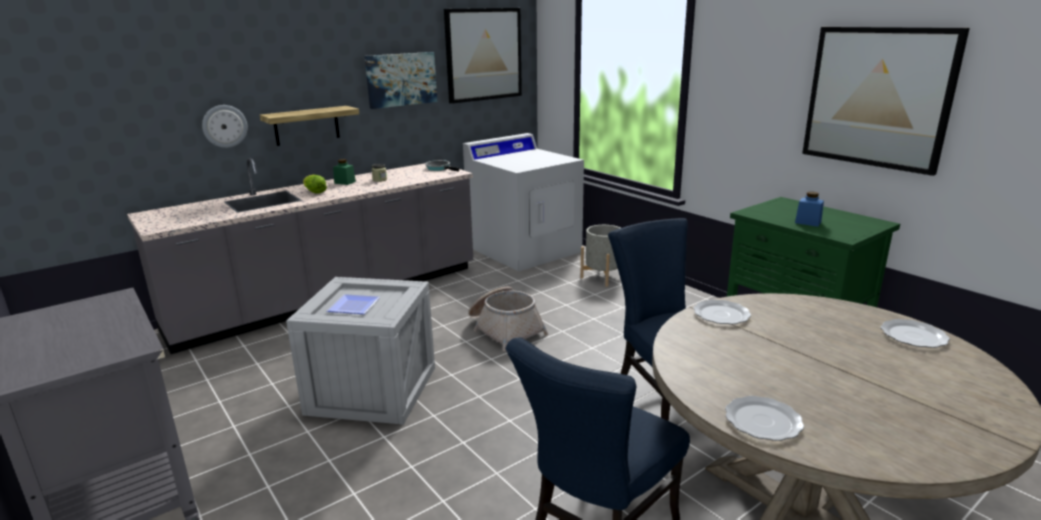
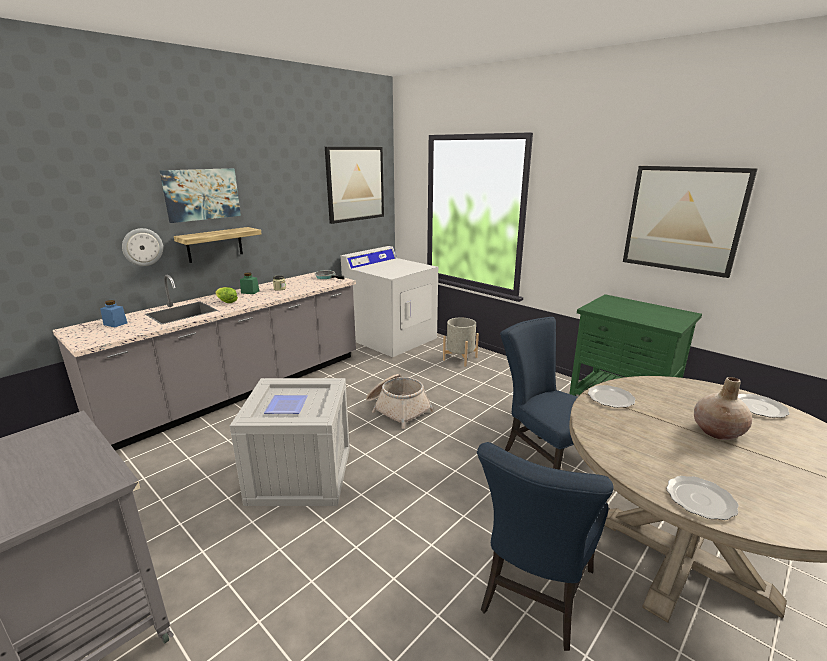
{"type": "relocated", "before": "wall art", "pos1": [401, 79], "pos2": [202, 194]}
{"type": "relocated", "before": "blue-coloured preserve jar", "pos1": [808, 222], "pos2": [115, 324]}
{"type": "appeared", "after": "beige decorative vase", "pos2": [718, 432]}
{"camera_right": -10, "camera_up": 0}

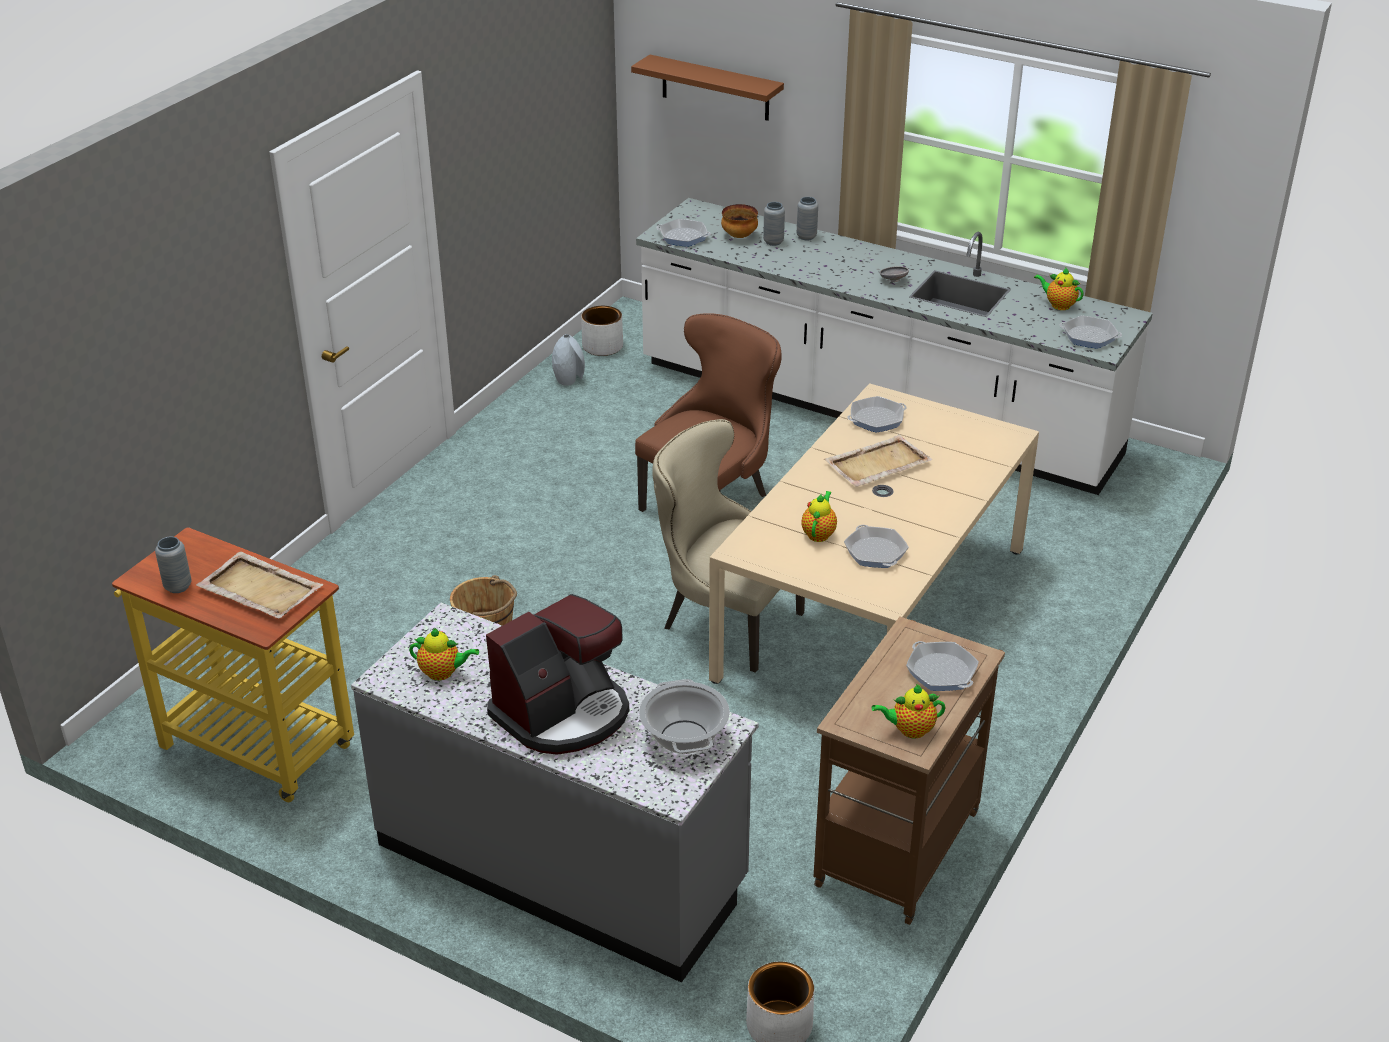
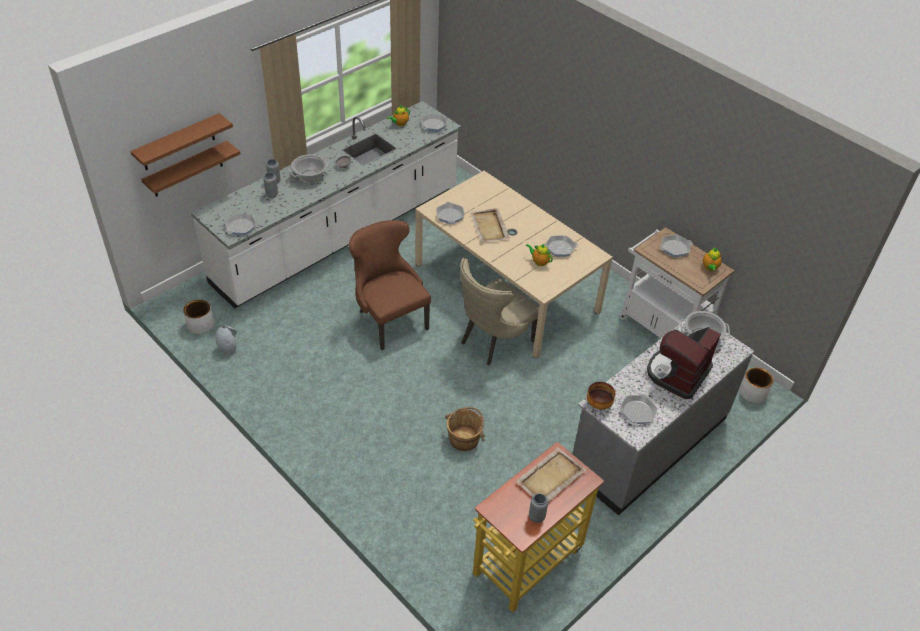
{"type": "relocated", "before": "deep dish", "pos1": [739, 236], "pos2": [598, 404]}
{"type": "spun", "before": "coffee maker", "pos1": [563, 713], "pos2": [677, 373], "turn": -120}
{"type": "colour", "before": "brown-coloured trolley", "after": "white-coloured trolley", "pos1": [900, 845], "pos2": [660, 327]}
{"type": "exchanged", "before": "teapot", "after": "pan", "pos1": [443, 673], "pos2": [637, 412]}
{"type": "appeared", "after": "brown-coloured shelf", "pos2": [187, 170]}
{"type": "appeared", "after": "stockpot", "pos2": [310, 176]}
{"camera_right": -75, "camera_up": 10}

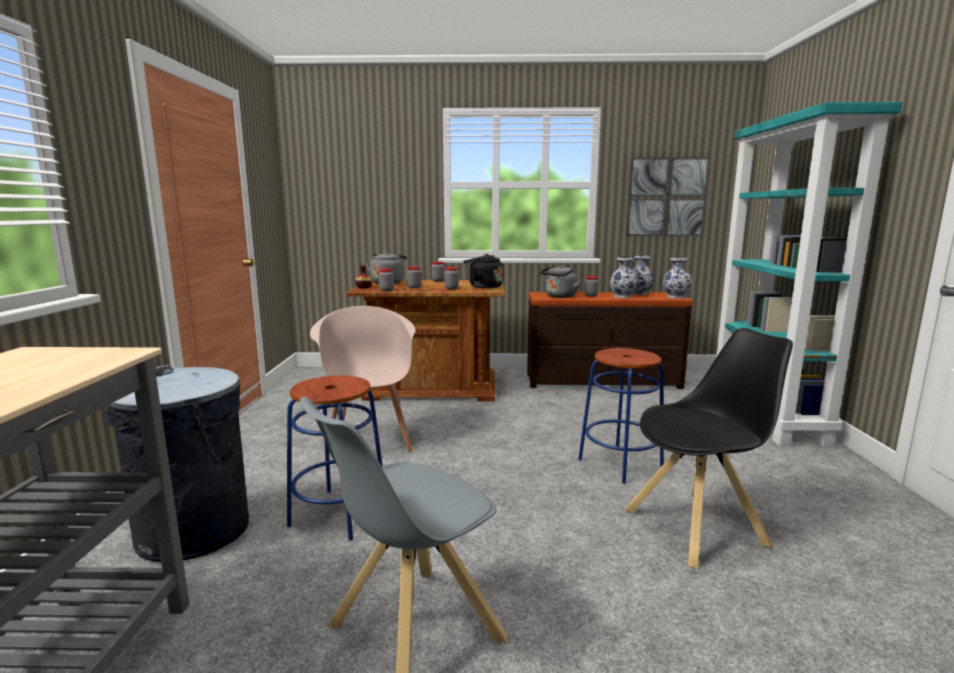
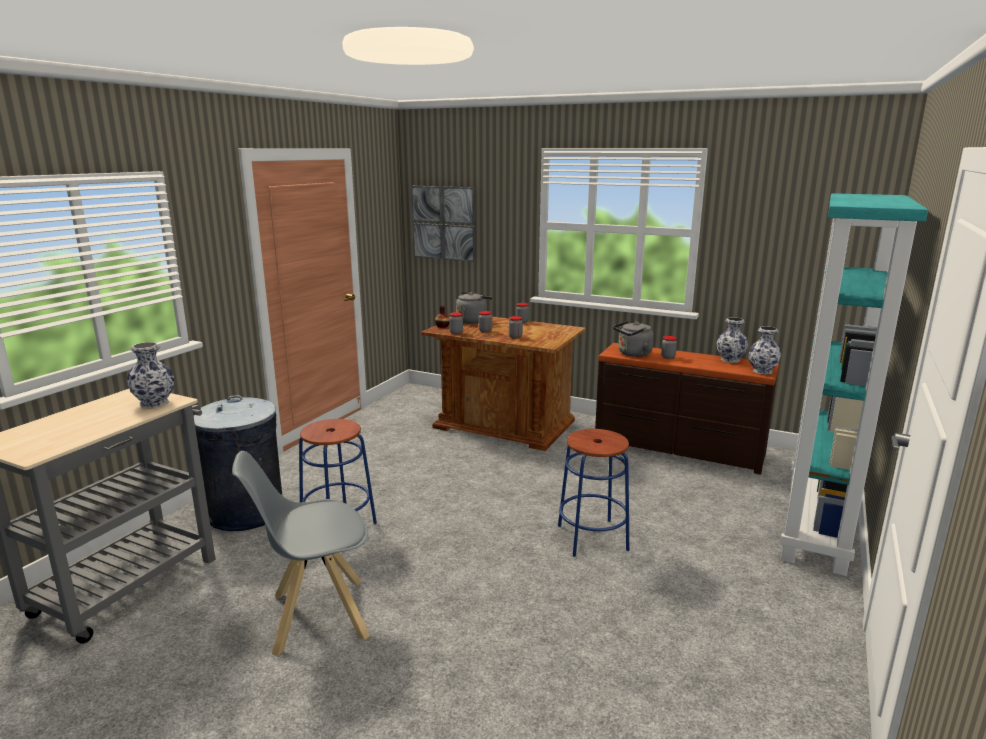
{"type": "relocated", "before": "wall art", "pos1": [666, 197], "pos2": [444, 223]}
{"type": "missing", "before": "black-coloured tea kettle", "pos1": [483, 287]}
{"type": "relocated", "before": "decorative vase", "pos1": [623, 296], "pos2": [155, 403]}
{"type": "missing", "before": "beige plain chair", "pos1": [369, 440]}
{"type": "missing", "before": "black-coloured plain chair", "pos1": [698, 526]}
{"camera_right": 25, "camera_up": 5}

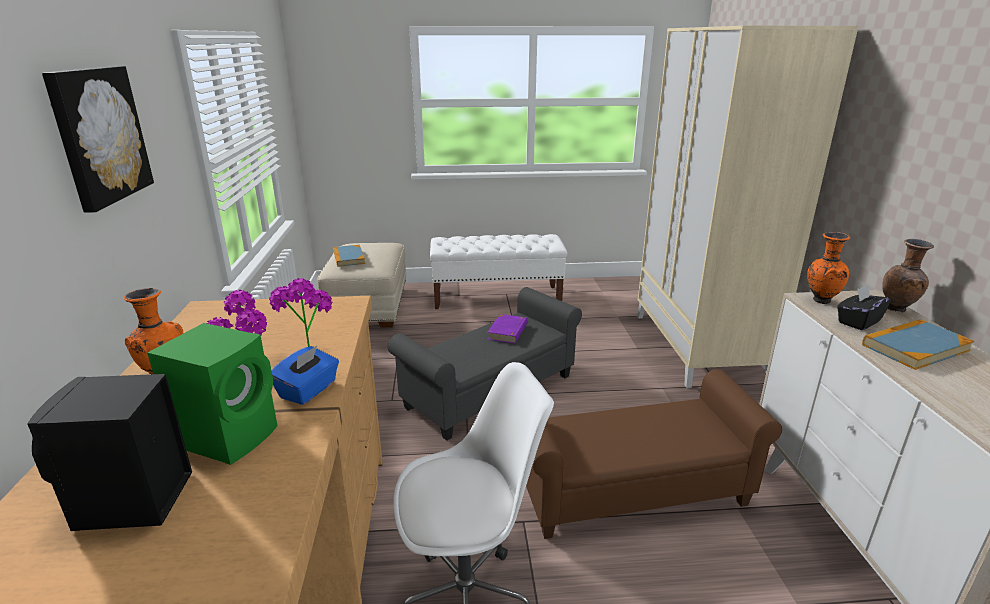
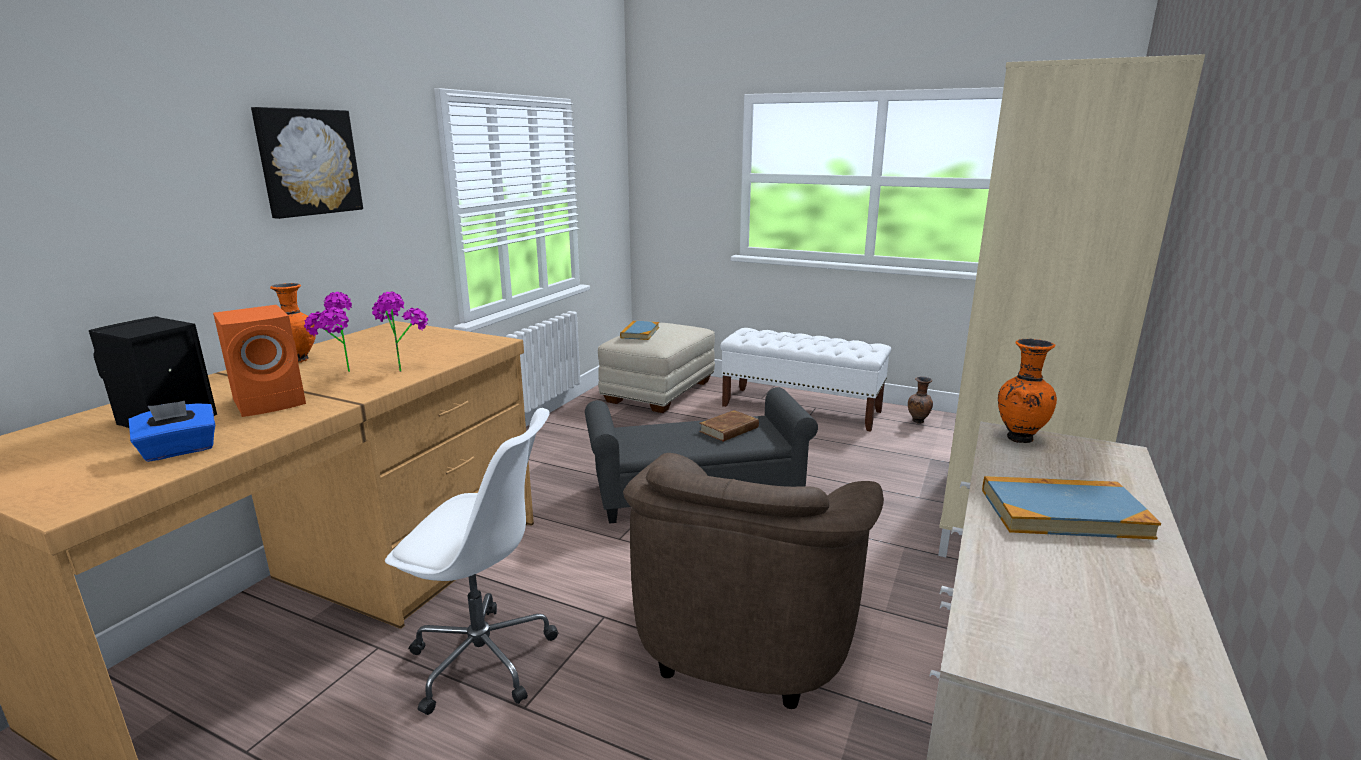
{"type": "relocated", "before": "brown-coloured decorative vase", "pos1": [897, 310], "pos2": [918, 422]}
{"type": "missing", "before": "black-coloured box of tissues", "pos1": [858, 321]}
{"type": "colour", "before": "purplish volume", "after": "brown-coloured volume", "pos1": [508, 331], "pos2": [729, 429]}
{"type": "colour", "before": "green-coloured audio speaker", "after": "orange audio speaker", "pos1": [231, 435], "pos2": [272, 401]}
{"type": "relocated", "before": "blue-coloured box of tissues", "pos1": [308, 390], "pos2": [180, 450]}
{"type": "exchanged", "before": "brown-coloured ottoman", "after": "brown-coloured armchair", "pos1": [631, 490], "pos2": [746, 632]}
{"camera_right": 30, "camera_up": -5}

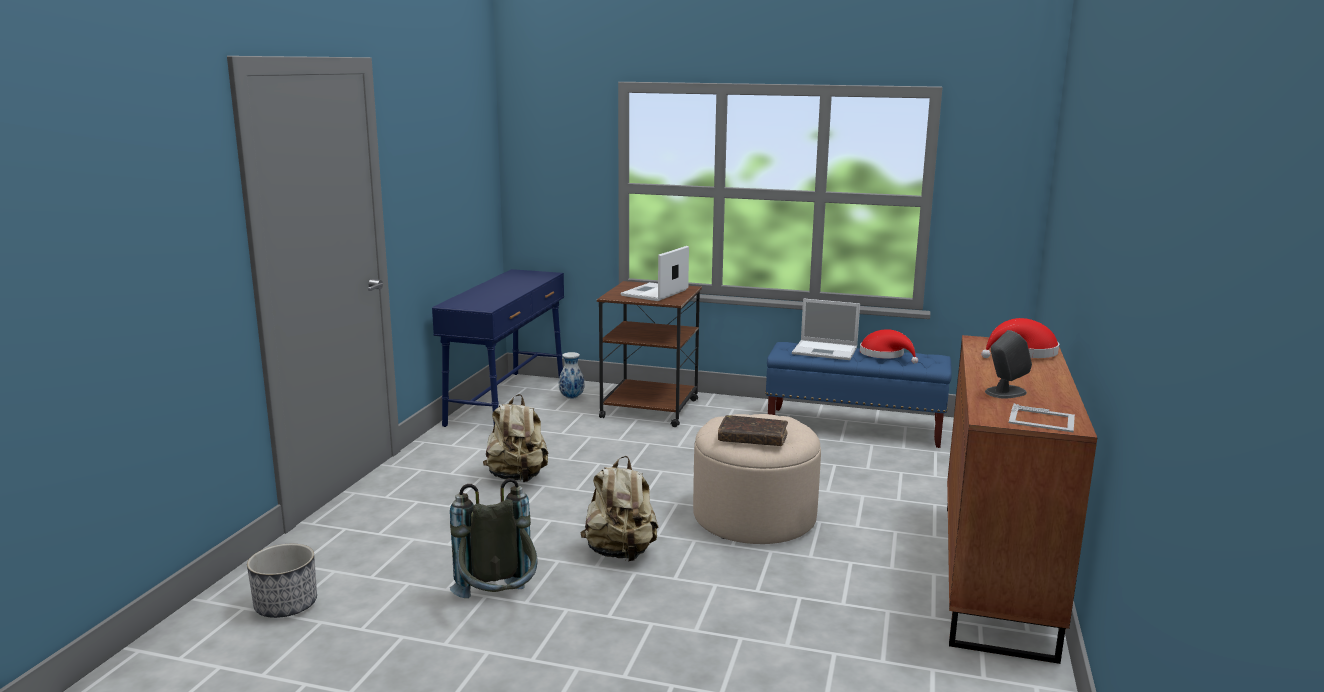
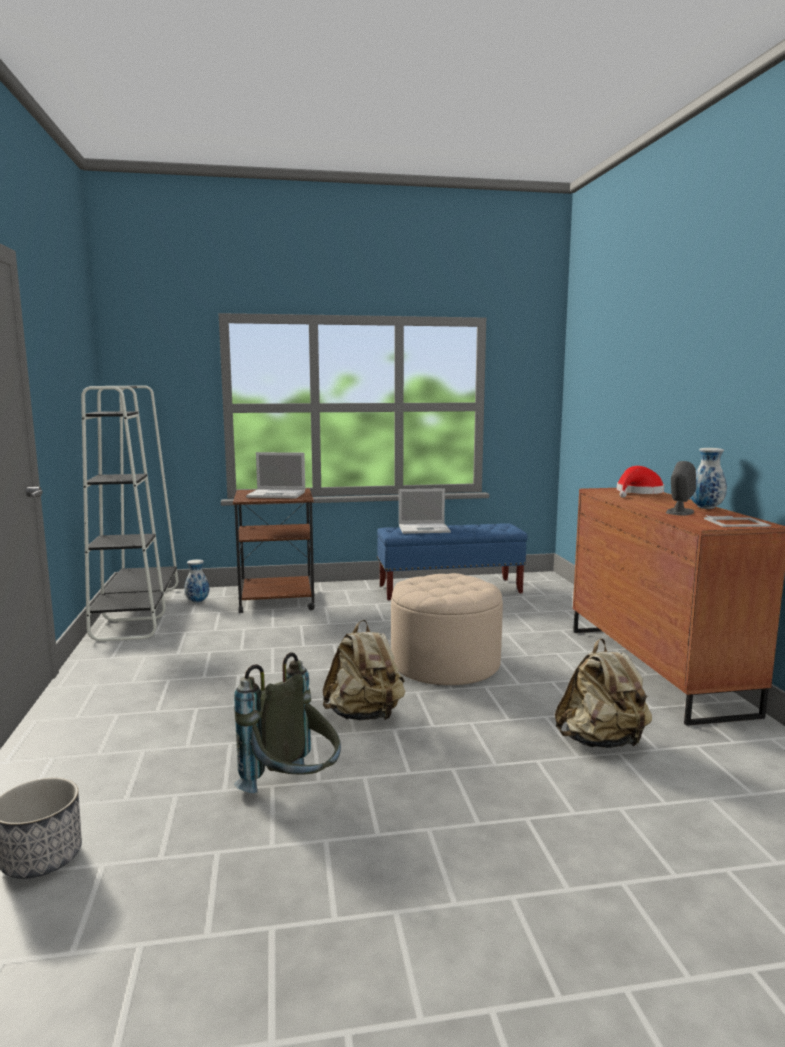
{"type": "spun", "before": "laptop", "pos1": [654, 293], "pos2": [277, 494], "turn": -90}
{"type": "exchanged", "before": "blue-coloured hall table", "after": "black-coloured clothes rack", "pos1": [508, 401], "pos2": [138, 613]}
{"type": "missing", "before": "red-coloured wearable hat", "pos1": [885, 355]}
{"type": "relocated", "before": "beige backpack", "pos1": [517, 477], "pos2": [601, 742]}
{"type": "missing", "before": "brown-coloured volume", "pos1": [752, 438]}
{"type": "appeared", "after": "decorative vase", "pos2": [705, 508]}
{"camera_right": -25, "camera_up": -5}

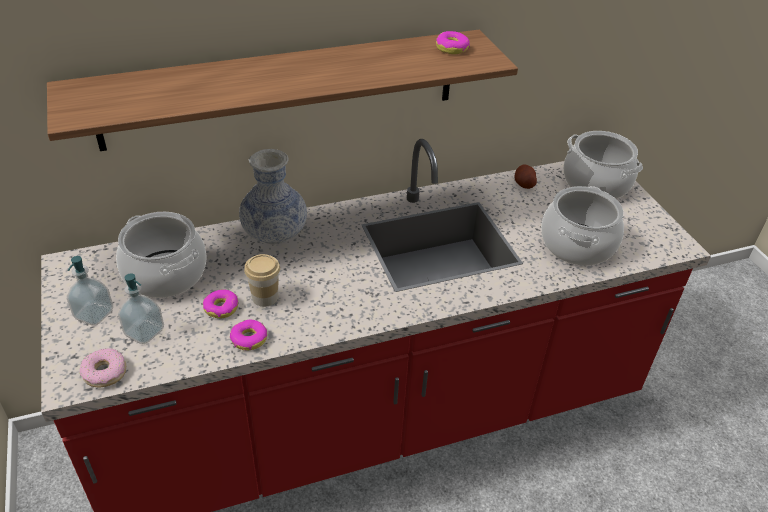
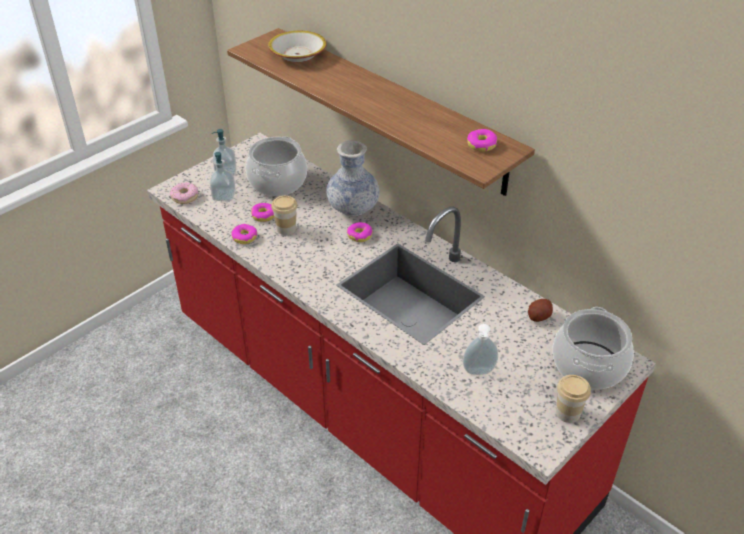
{"type": "exchanged", "before": "stockpot", "after": "liquid soap bottle", "pos1": [577, 244], "pos2": [479, 372]}
{"type": "appeared", "after": "deep dish", "pos2": [297, 55]}
{"type": "appeared", "after": "ring doughnut", "pos2": [360, 235]}
{"type": "appeared", "after": "small cup", "pos2": [568, 413]}
{"camera_right": 65, "camera_up": 0}

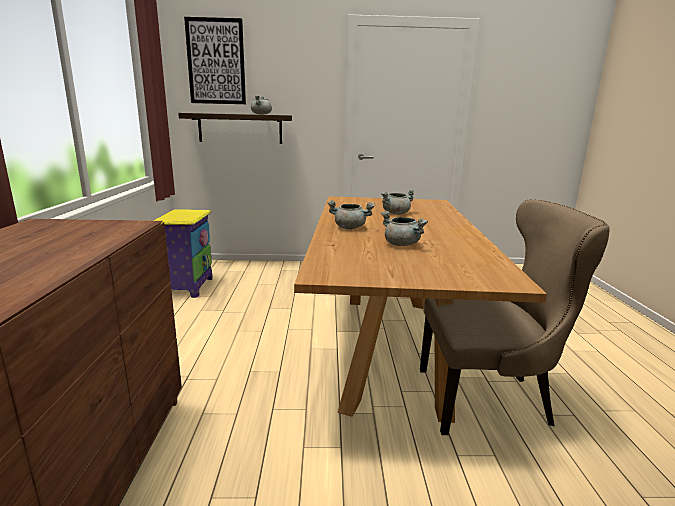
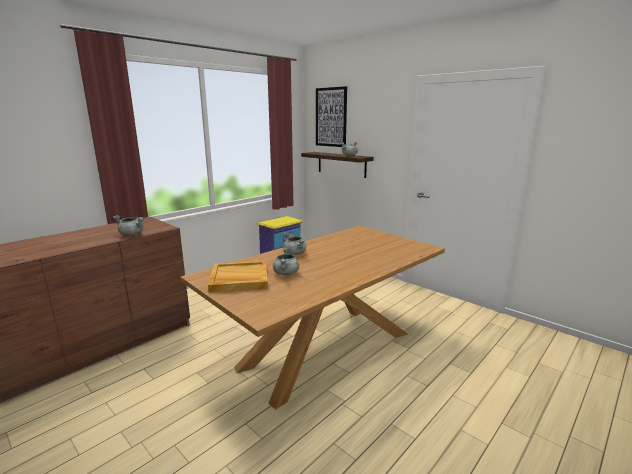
{"type": "relocated", "before": "gray stockpot", "pos1": [396, 213], "pos2": [132, 234]}
{"type": "missing", "before": "beige plain chair", "pos1": [488, 399]}
{"type": "appeared", "after": "beige serving tray", "pos2": [239, 279]}
{"camera_right": 45, "camera_up": 0}

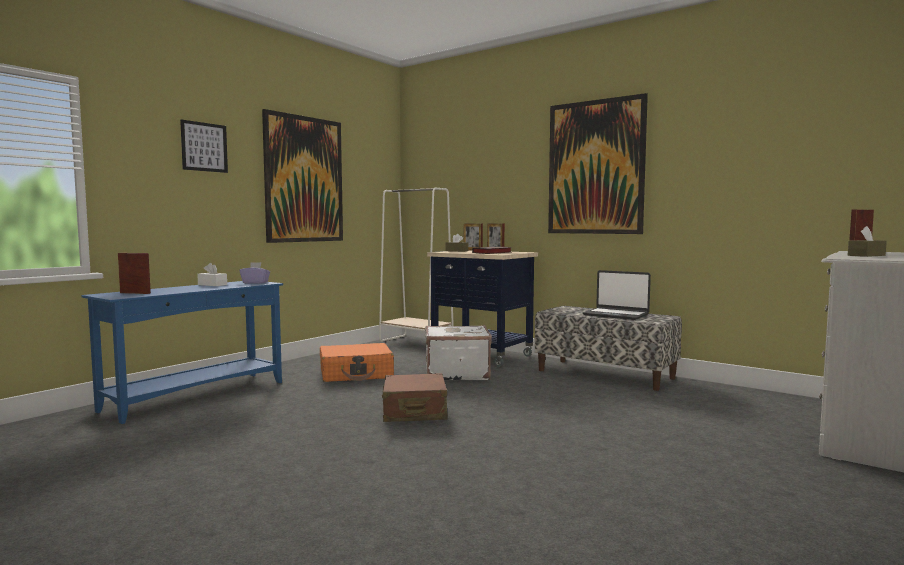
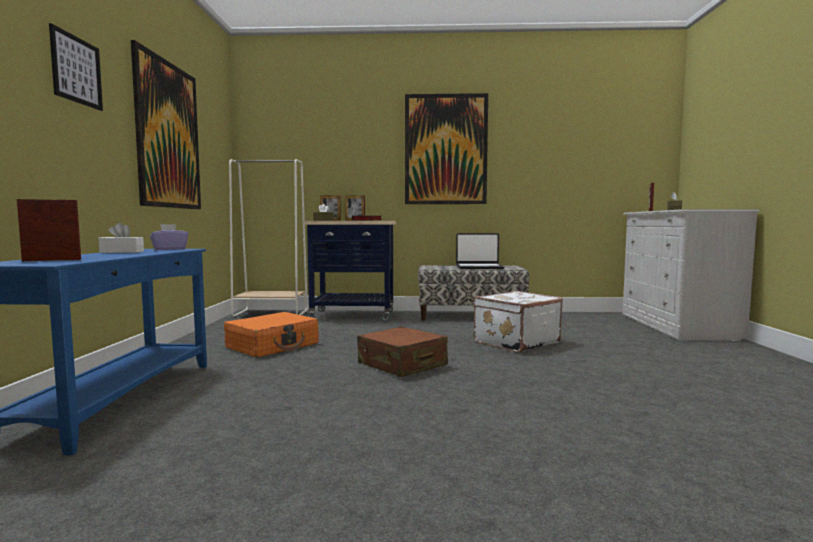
{"type": "relocated", "before": "white-coloured suitcase", "pos1": [456, 374], "pos2": [515, 342]}
{"camera_right": -35, "camera_up": 0}

